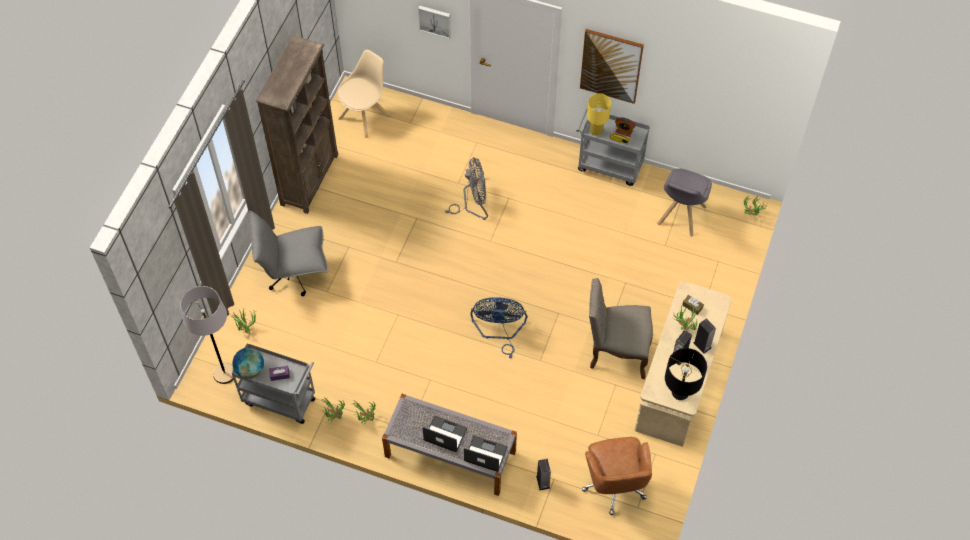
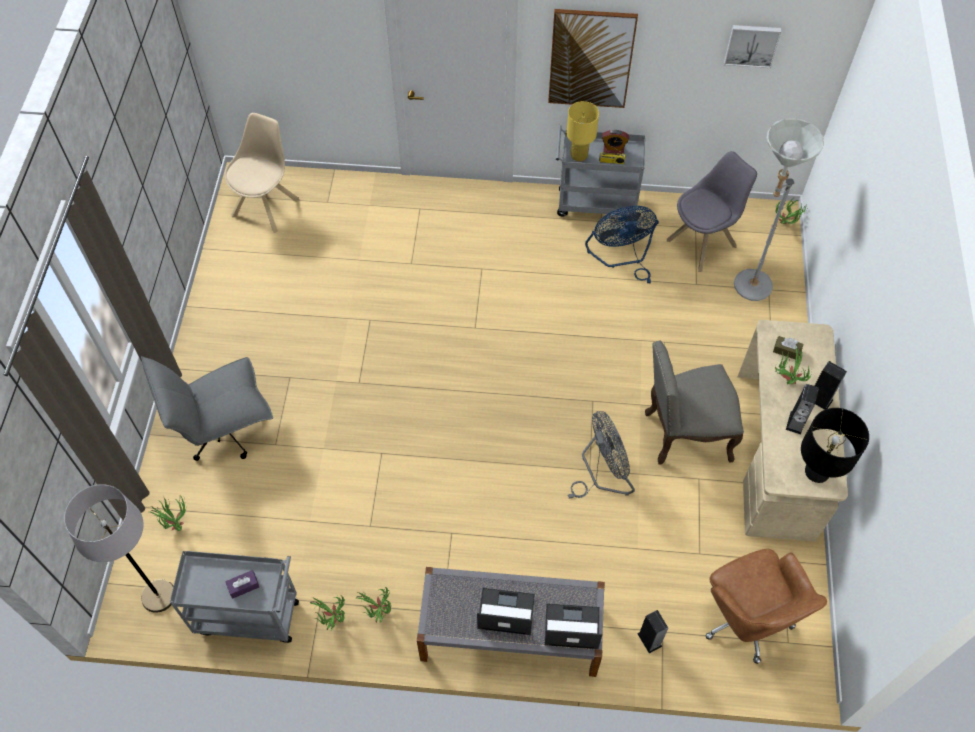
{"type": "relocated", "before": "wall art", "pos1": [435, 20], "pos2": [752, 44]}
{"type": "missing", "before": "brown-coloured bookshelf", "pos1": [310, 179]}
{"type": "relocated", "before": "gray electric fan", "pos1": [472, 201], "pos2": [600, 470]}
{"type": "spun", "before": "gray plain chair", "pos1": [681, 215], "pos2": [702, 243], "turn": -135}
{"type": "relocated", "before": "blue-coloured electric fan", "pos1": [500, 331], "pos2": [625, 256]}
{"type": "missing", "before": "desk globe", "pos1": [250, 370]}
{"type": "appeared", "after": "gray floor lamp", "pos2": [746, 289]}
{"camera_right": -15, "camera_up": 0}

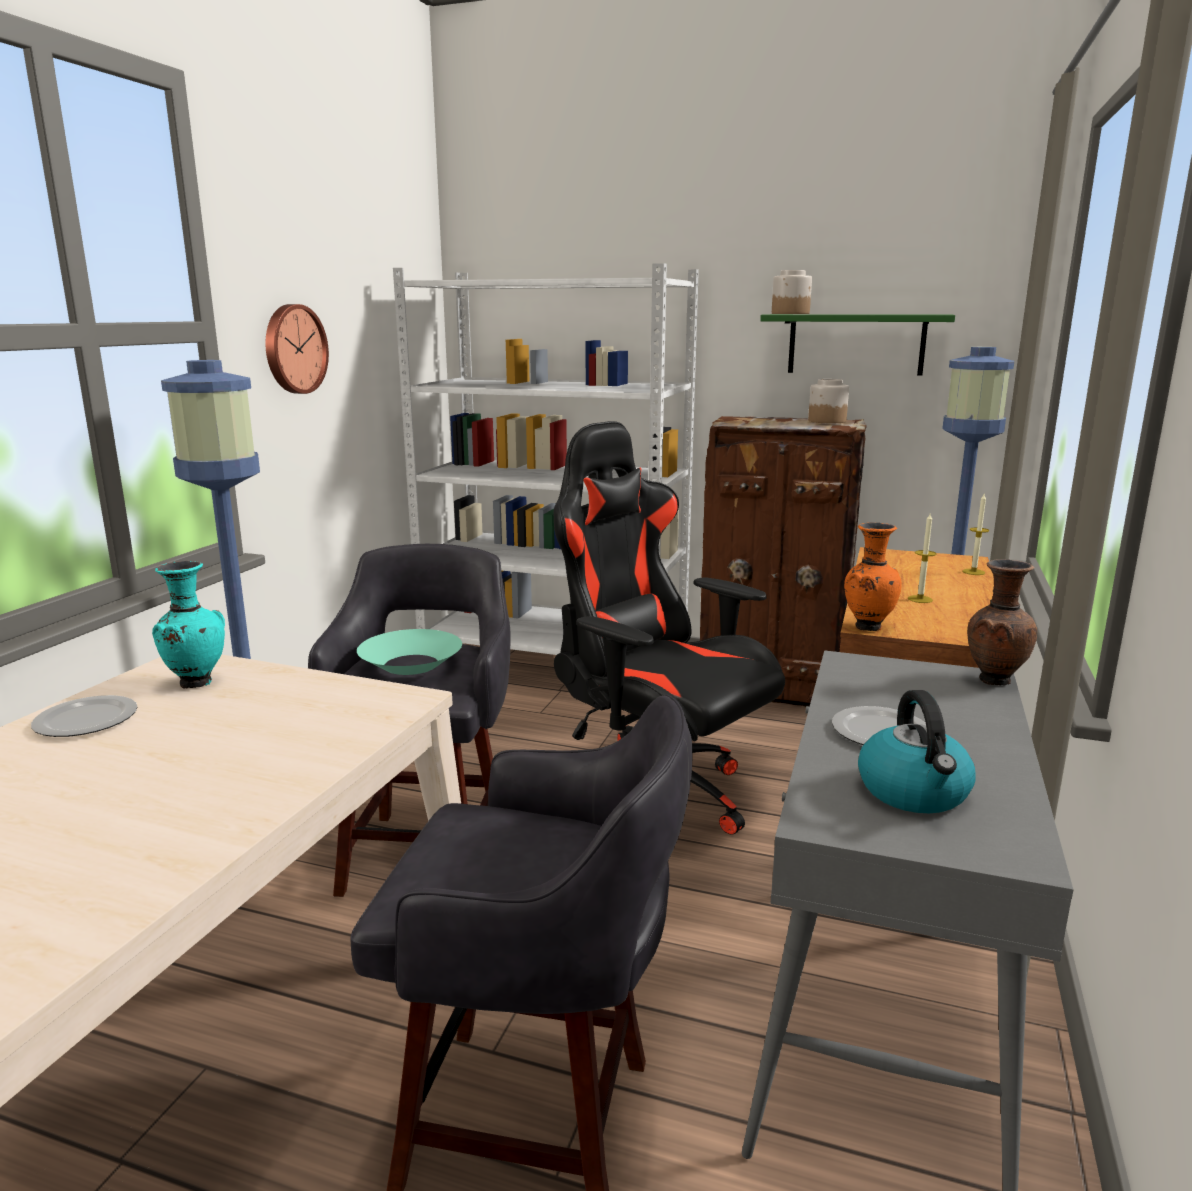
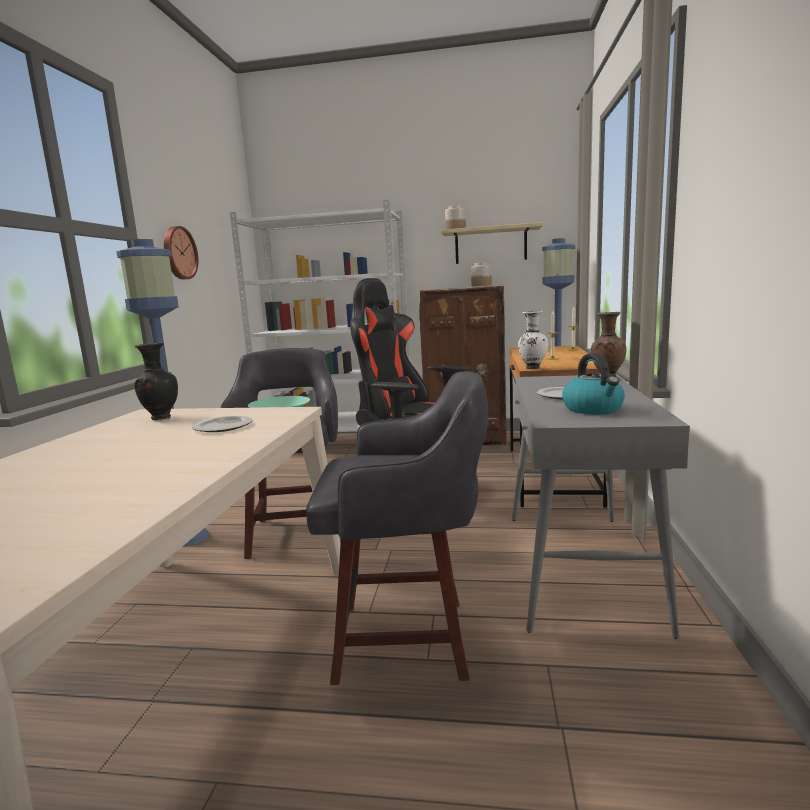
{"type": "colour", "before": "green-coloured shelf", "after": "beige shelf", "pos1": [856, 344], "pos2": [490, 245]}
{"type": "colour", "before": "orange decorative vase", "after": "white-coloured decorative vase", "pos1": [867, 627], "pos2": [532, 368]}
{"type": "colour", "before": "blue-green decorative vase", "after": "black-coloured decorative vase", "pos1": [196, 682], "pos2": [161, 418]}
{"type": "relocated", "before": "dinner plate", "pos1": [84, 721], "pos2": [222, 427]}
{"camera_right": -10, "camera_up": -5}

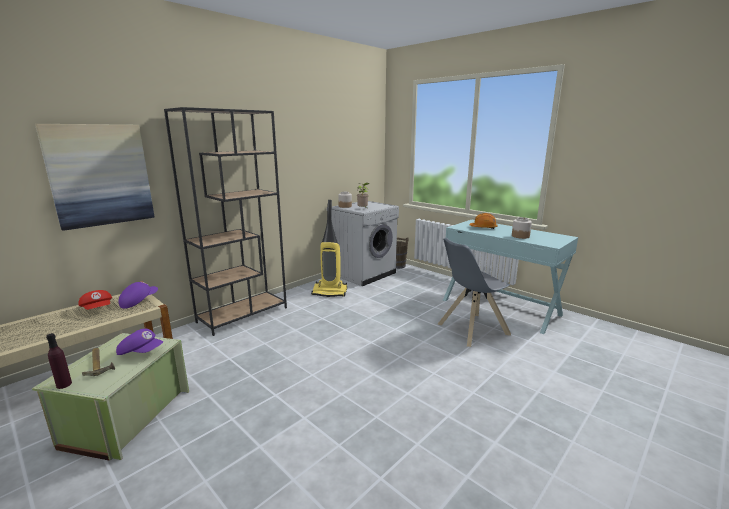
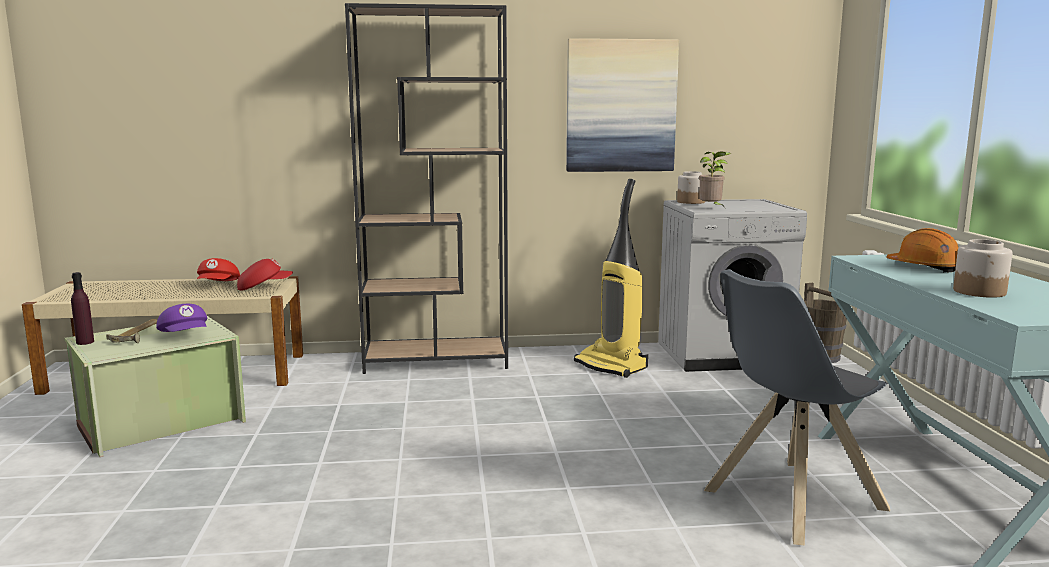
{"type": "relocated", "before": "wall art", "pos1": [100, 175], "pos2": [621, 106]}
{"type": "spun", "before": "gray plain chair", "pos1": [471, 330], "pos2": [790, 501], "turn": -45}
{"type": "colour", "before": "purplish baseball cap", "after": "red-coloured baseball cap", "pos1": [138, 301], "pos2": [264, 287]}
{"camera_right": 40, "camera_up": -5}

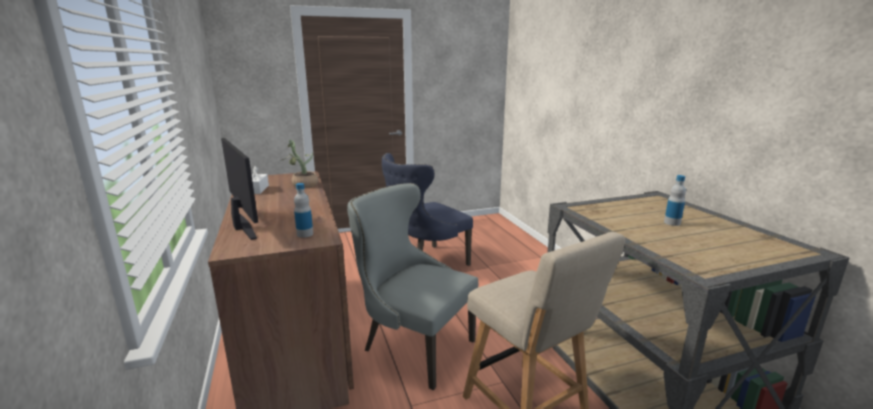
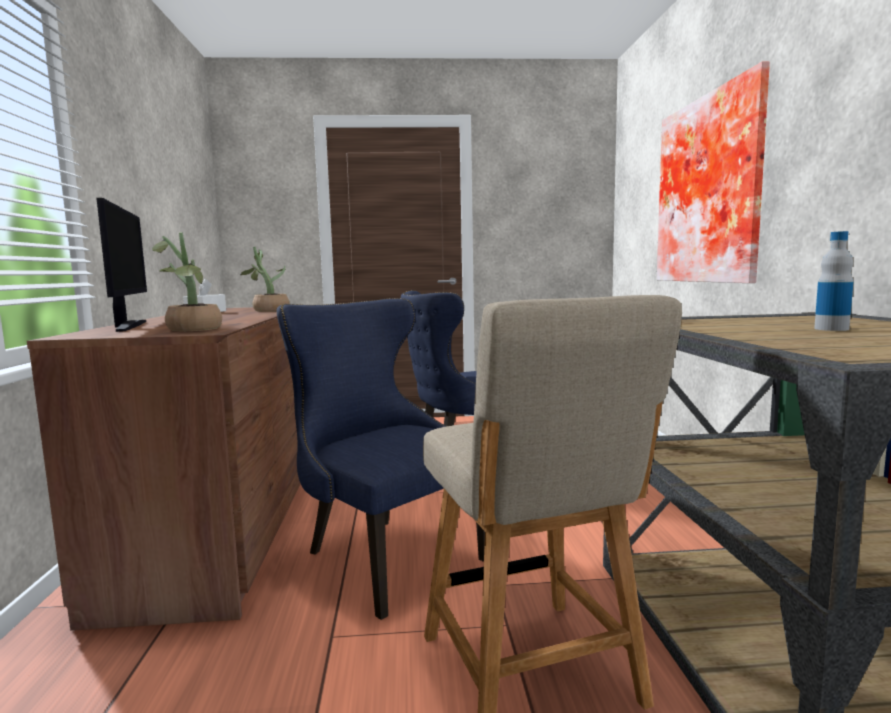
{"type": "exchanged", "before": "bottle", "after": "potted plant", "pos1": [305, 234], "pos2": [192, 329]}
{"type": "colour", "before": "gray plain chair", "after": "blue-coloured plain chair", "pos1": [414, 346], "pos2": [386, 557]}
{"type": "appeared", "after": "wall art", "pos2": [712, 190]}
{"camera_right": 15, "camera_up": -10}

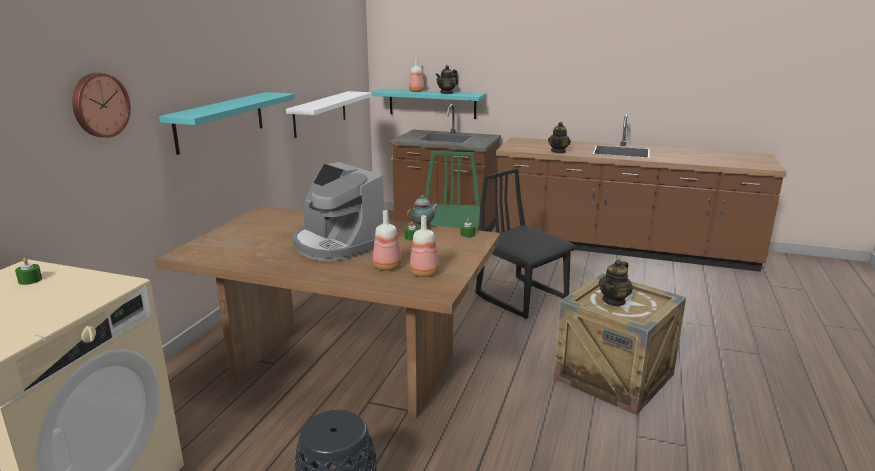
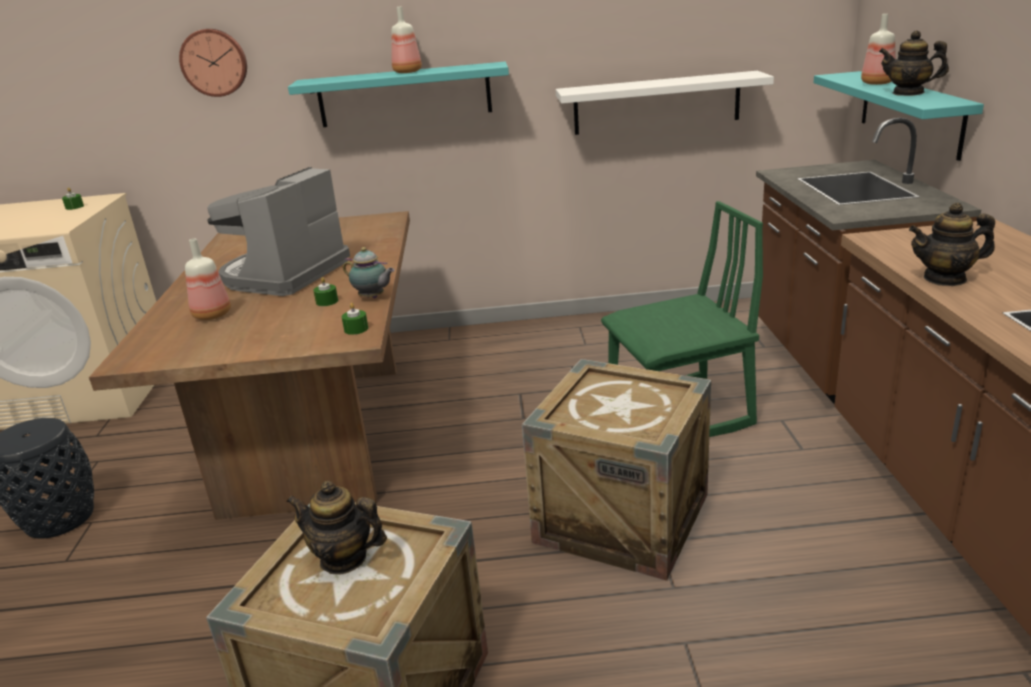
{"type": "exchanged", "before": "black-coloured plain chair", "after": "crate", "pos1": [522, 297], "pos2": [622, 518]}
{"type": "relocated", "before": "bottle", "pos1": [425, 273], "pos2": [408, 72]}
{"camera_right": 70, "camera_up": 5}

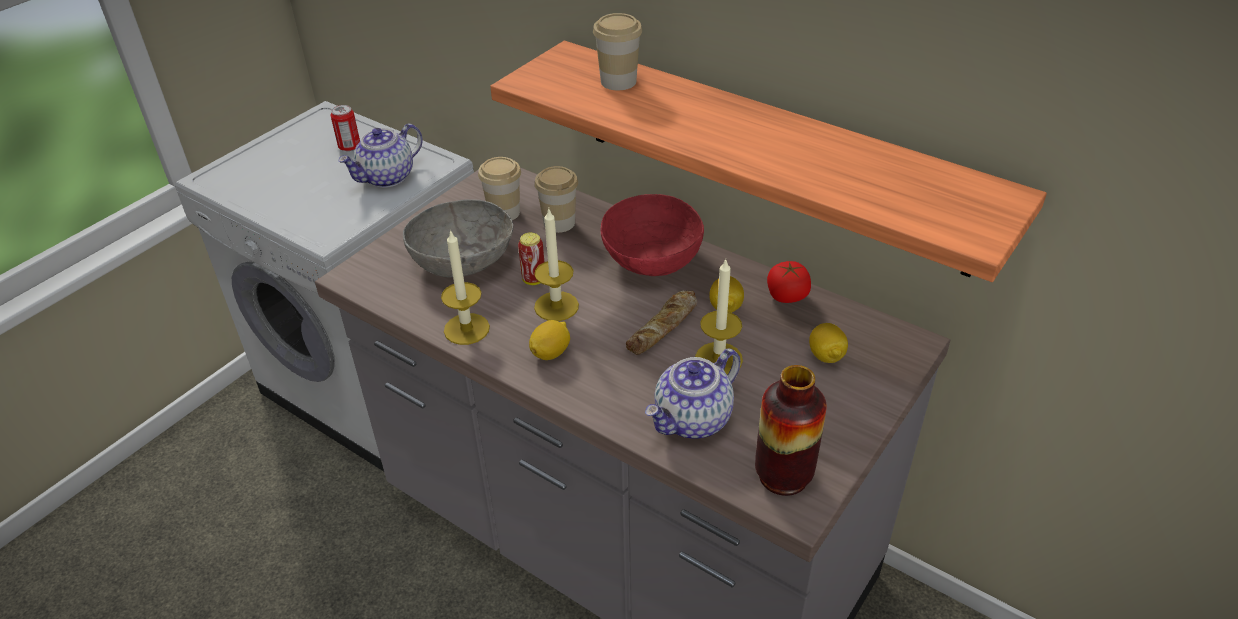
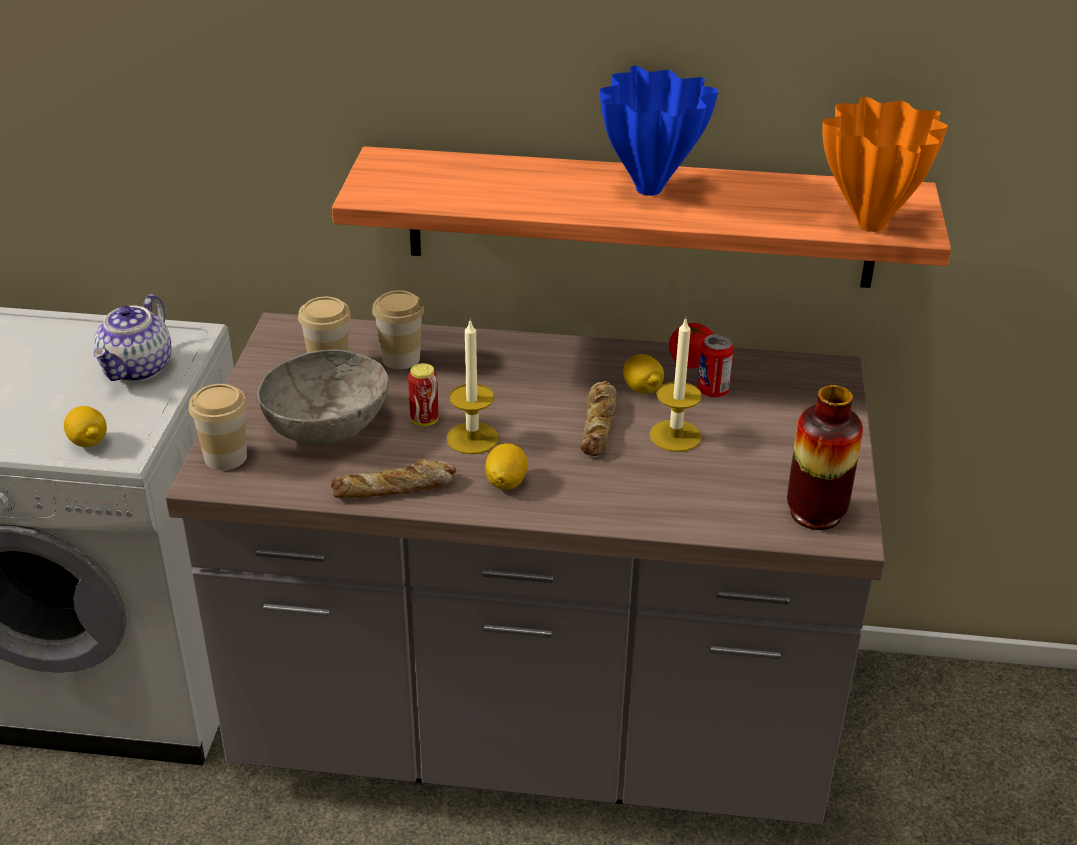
{"type": "relocated", "before": "small cup", "pos1": [618, 81], "pos2": [225, 457]}
{"type": "relocated", "before": "metal can", "pos1": [349, 147], "pos2": [712, 391]}
{"type": "missing", "before": "red-coloured deep dish", "pos1": [651, 258]}
{"type": "exchanged", "before": "wax light", "after": "bakery bread", "pos1": [466, 329], "pos2": [395, 488]}
{"type": "relocated", "before": "whole lemon", "pos1": [826, 356], "pos2": [88, 442]}
{"type": "missing", "before": "teapot", "pos1": [693, 420]}
{"type": "appeared", "after": "blue-coloured decorative vase", "pos2": [649, 190]}
{"type": "appeared", "after": "orange decorative vase", "pos2": [870, 224]}
{"camera_right": -30, "camera_up": -5}

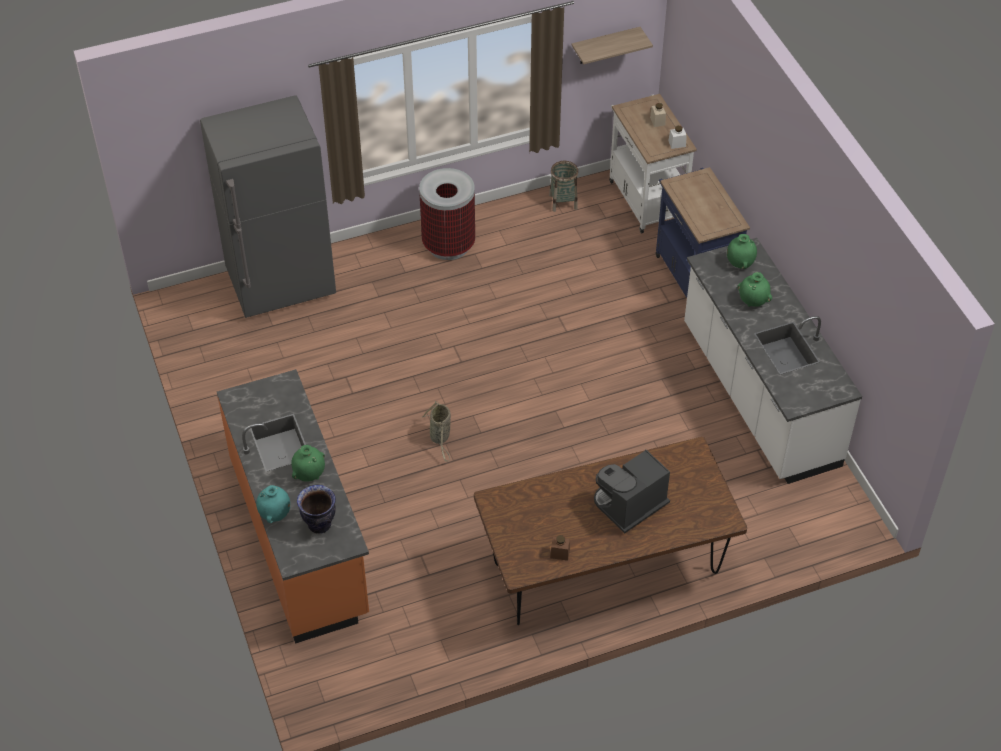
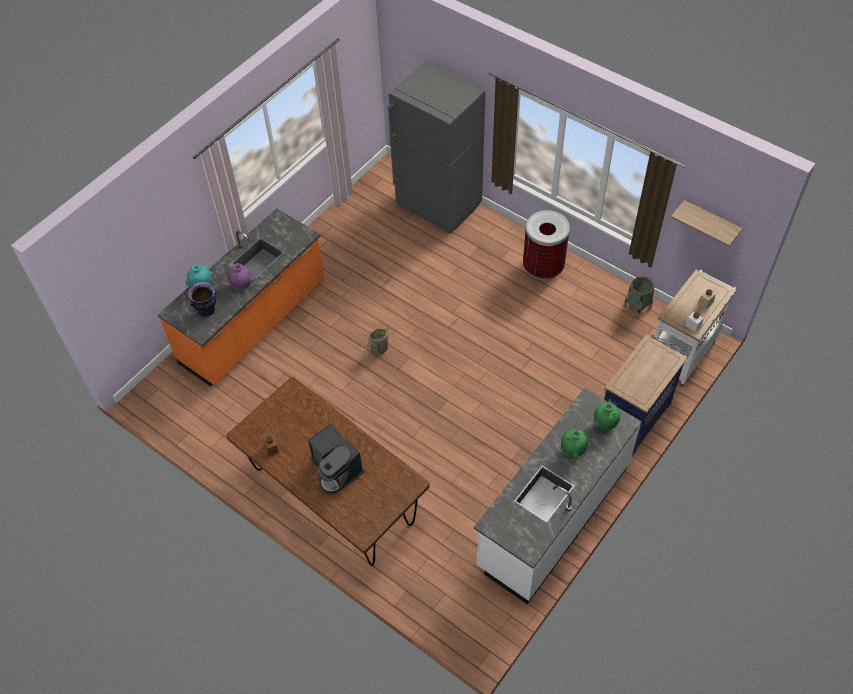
{"type": "colour", "before": "green-coloured decorative vase", "after": "purplish decorative vase", "pos1": [309, 474], "pos2": [242, 285]}
{"type": "spun", "before": "coffee maker", "pos1": [630, 506], "pos2": [337, 469], "turn": -150}
{"camera_right": 60, "camera_up": 5}

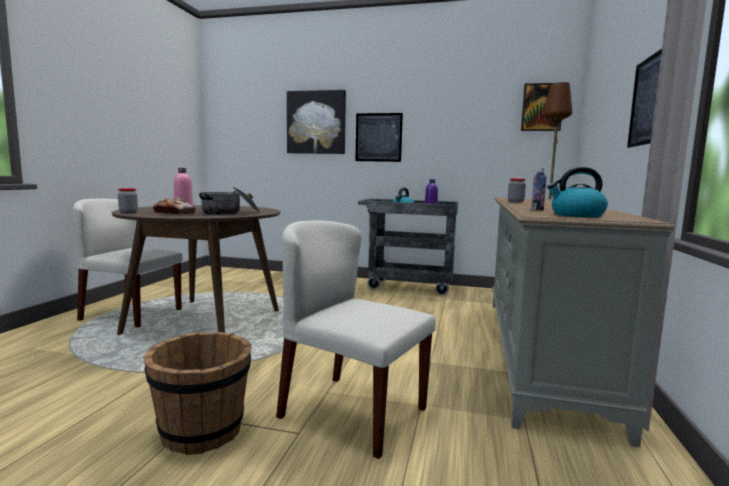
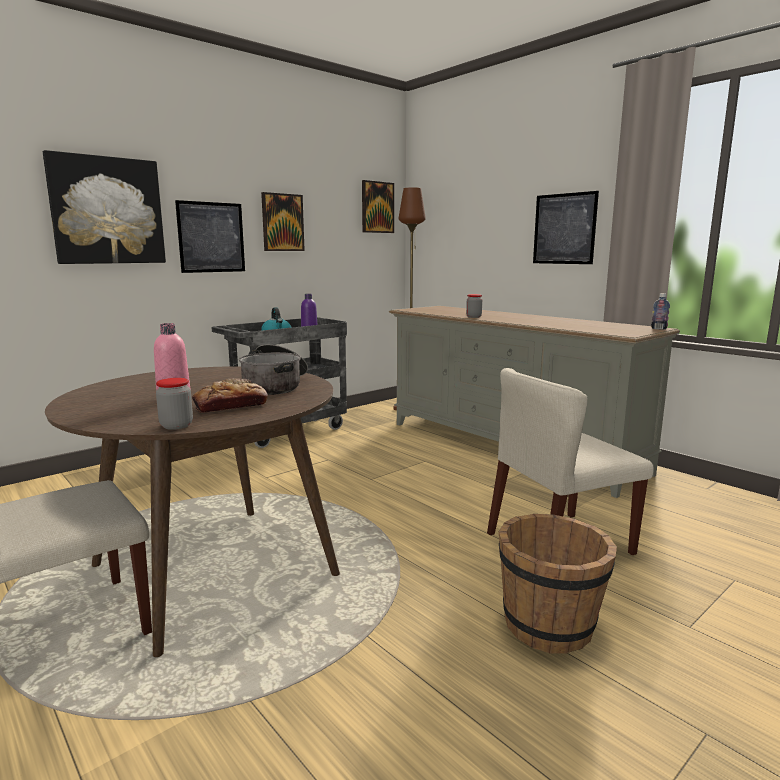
{"type": "missing", "before": "tea kettle", "pos1": [576, 215]}
{"type": "relocated", "before": "bottle", "pos1": [537, 209], "pos2": [659, 329]}
{"type": "appeared", "after": "wall art", "pos2": [282, 222]}
{"camera_right": -55, "camera_up": 5}

